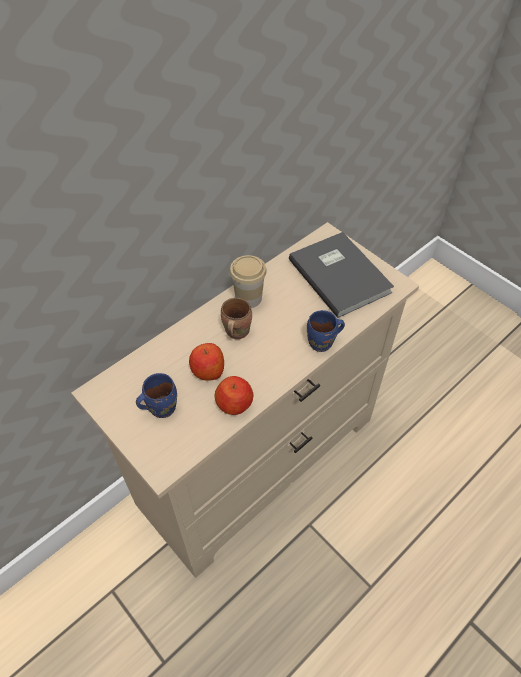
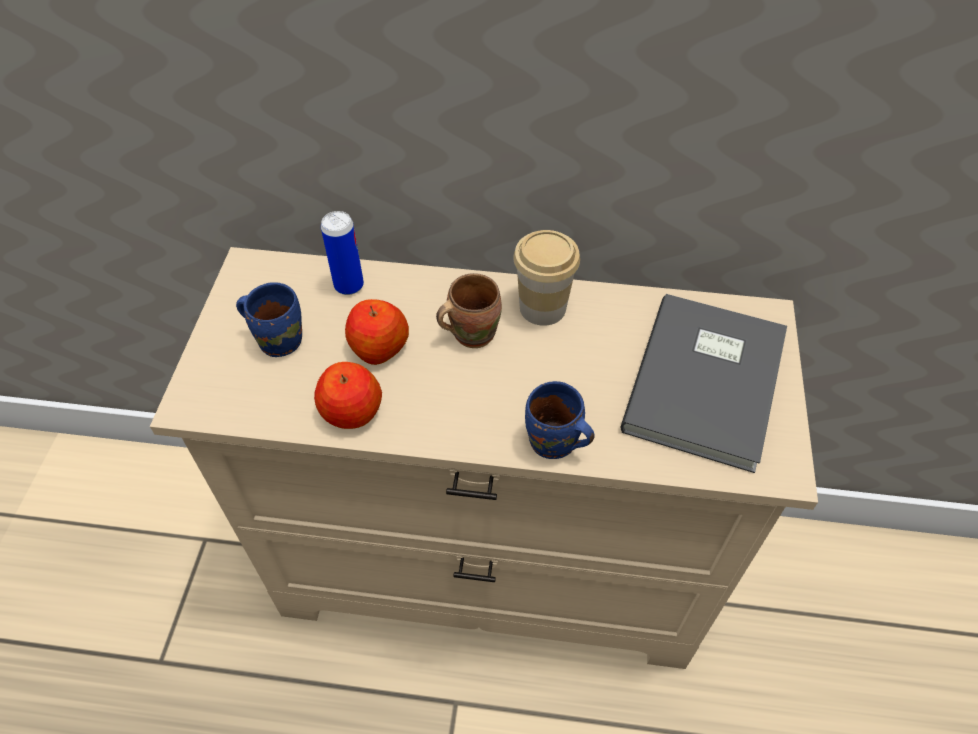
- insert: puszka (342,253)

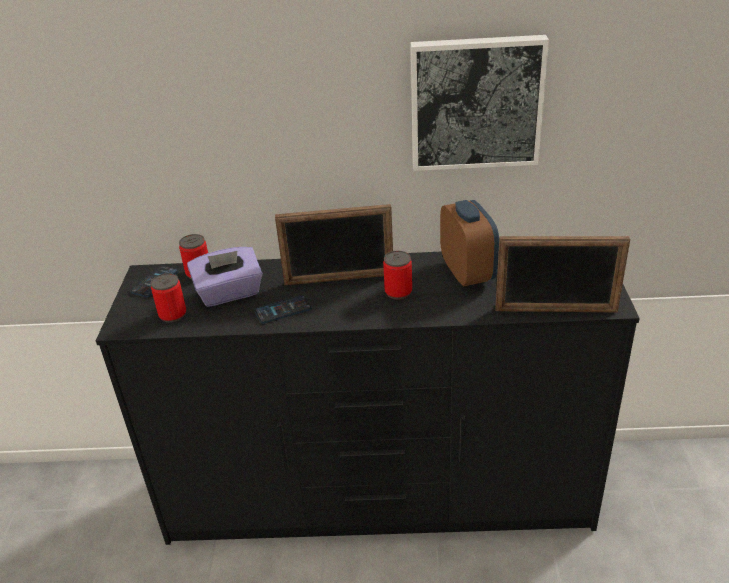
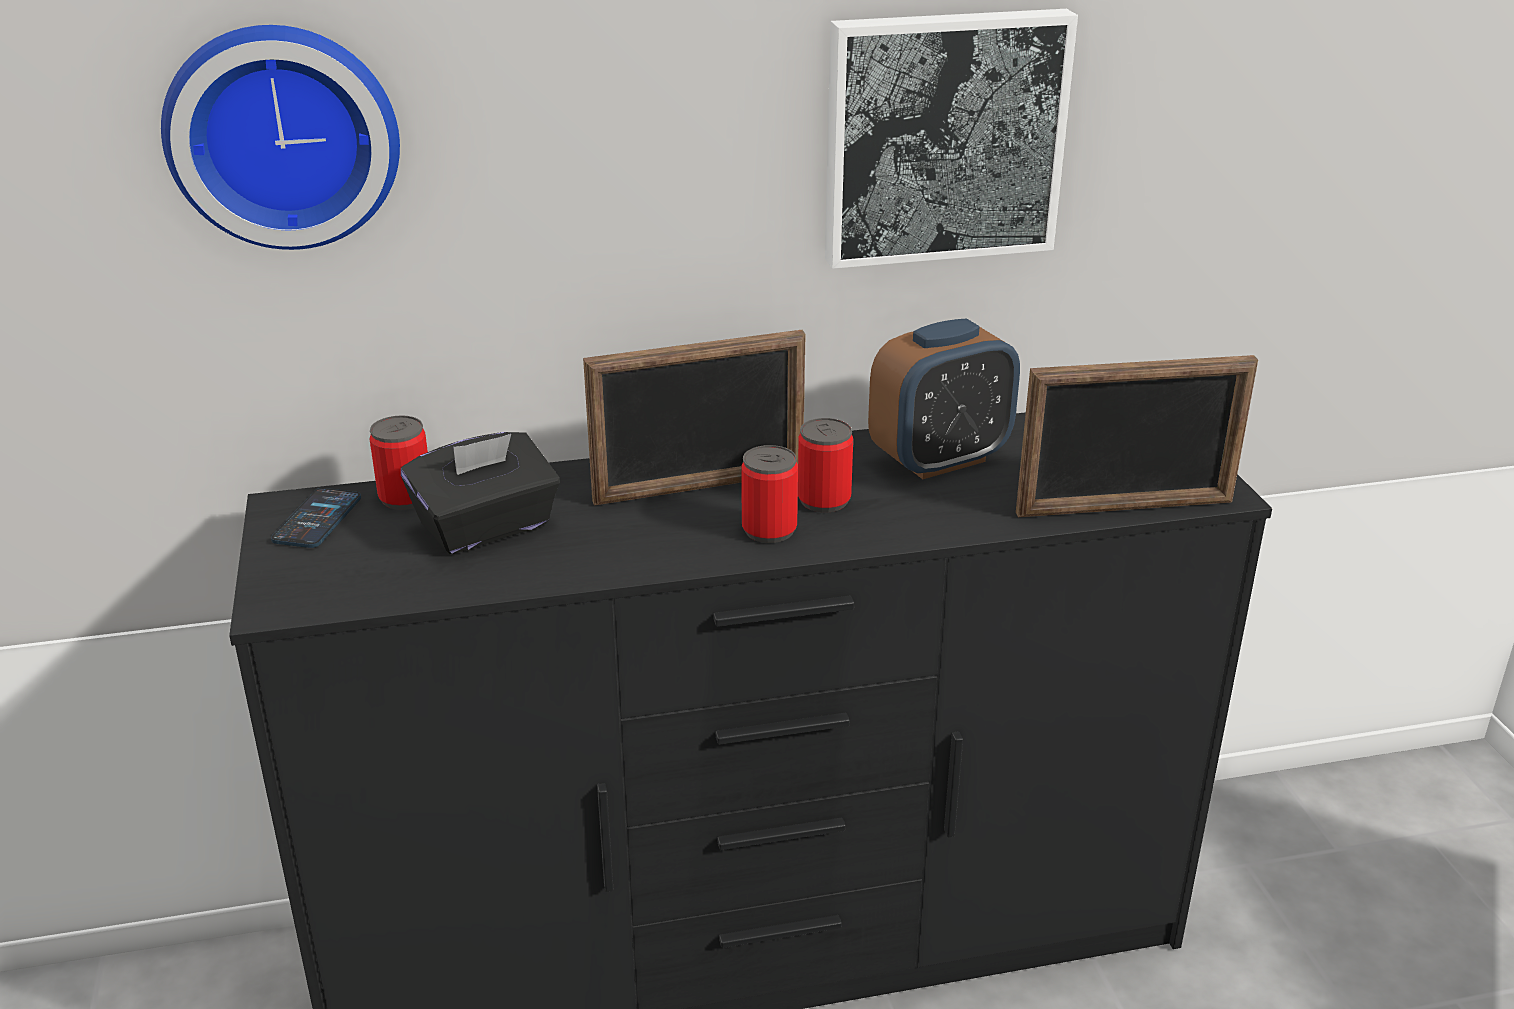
- rotate: budzik (469,243) = (944,398) 90 degrees clockwise
- recolor: pudełko chusteczek/fioletowy (225,277) to pudełko chusteczek/czarny (480,493)
- move: puszka (168,298) to (769,494)
- delete: telefon (283,309)
- insert: zegar ścienny (280,137)

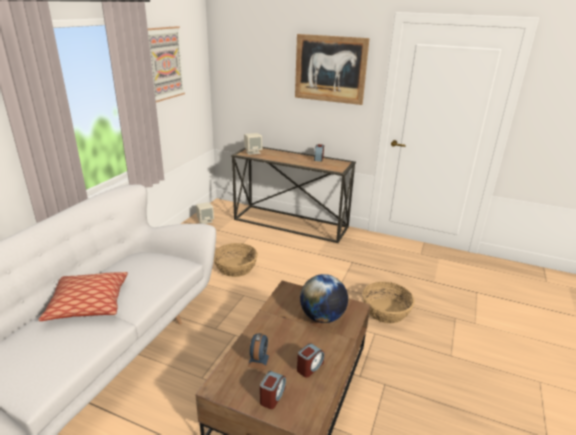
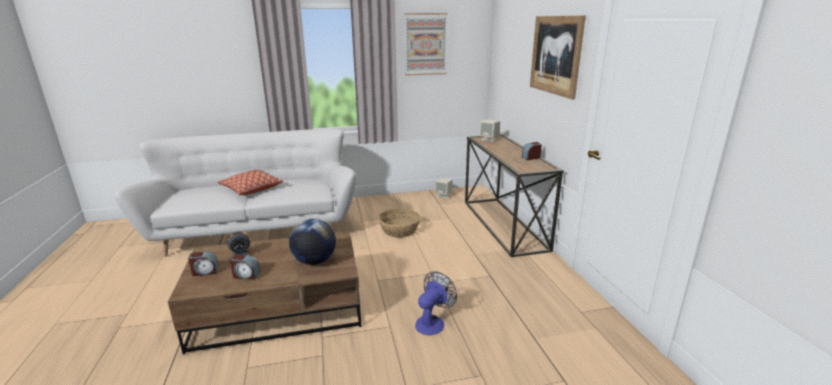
- replace: koszyk (388,303) to wentylator (436,303)

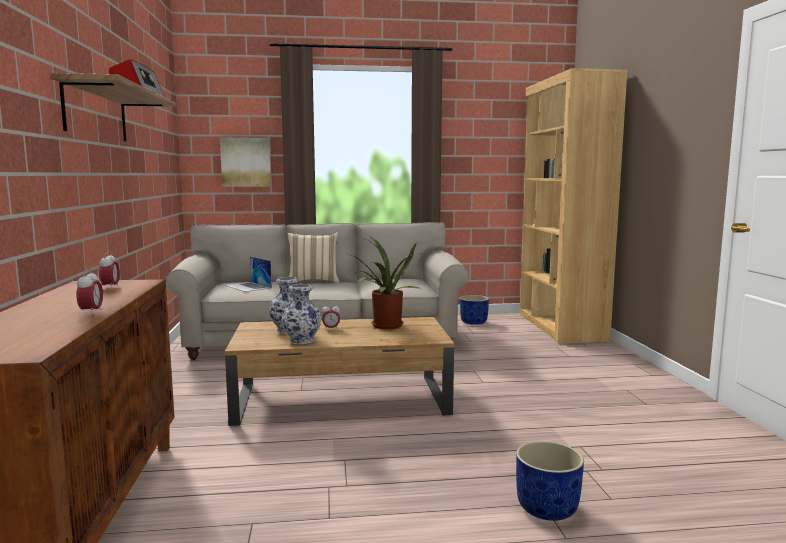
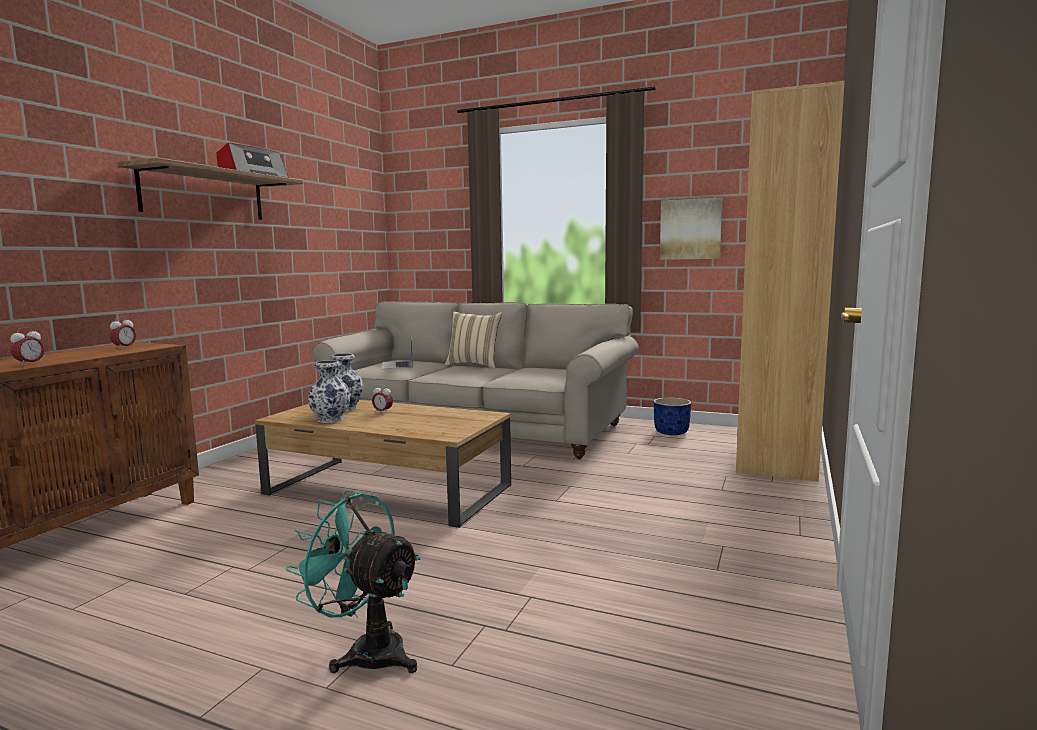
- move: obraz (245,162) to (691,228)
- delete: roślina doniczkowa (385,282)
- replace: donica/niebieski (550,481) to wentylator/turkusowy (353,581)

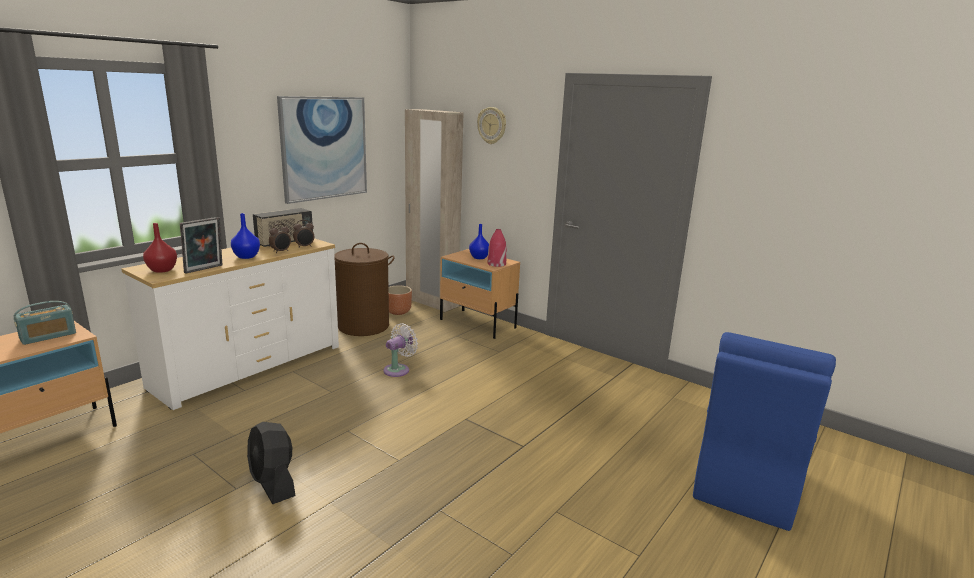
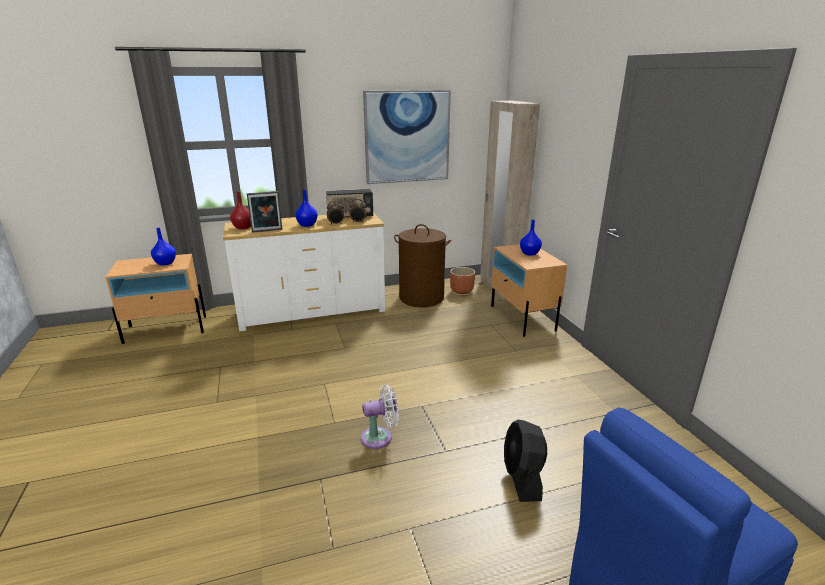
- delete: zegar ścienny (491,125)
- delete: wazon/czerwony (497,248)
- replace: radio (45,323) to wazon/niebieski (163,246)
- move: wentylator/biały (401,350) to (380,416)
- move: wentylator/czarny (271,463) to (525,461)

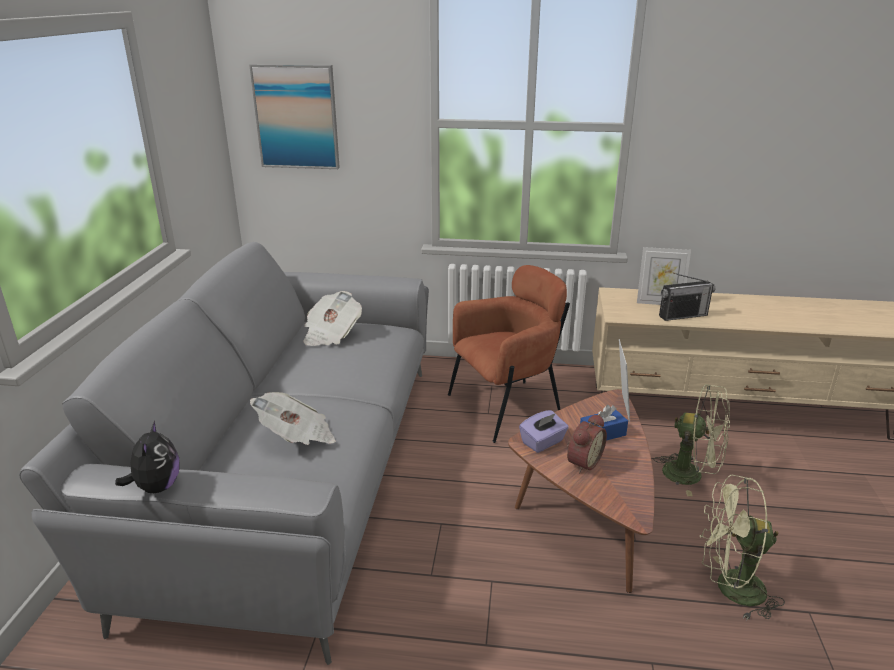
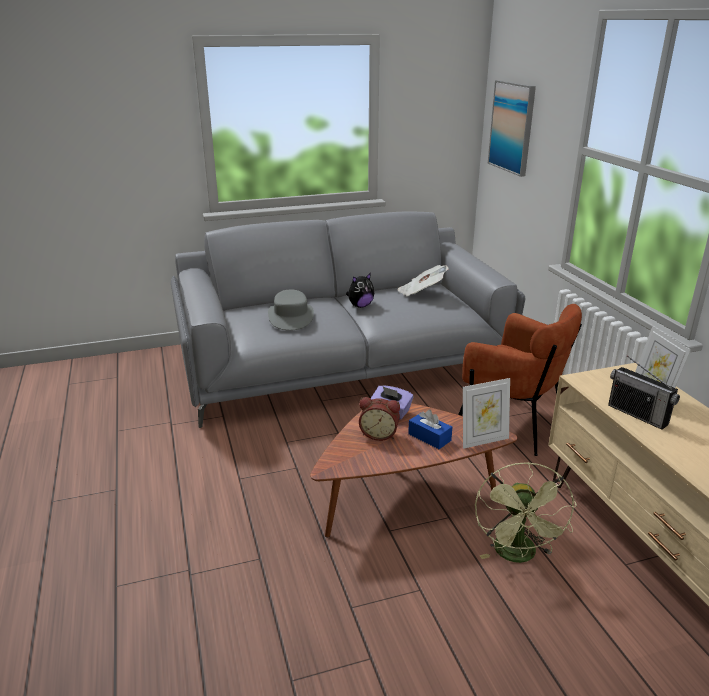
- replace: gazeta (293,418) to kapelusz/szary (291,310)
- move: pluszak (147,457) to (360,290)
- delete: wentylator/zielony (742,548)

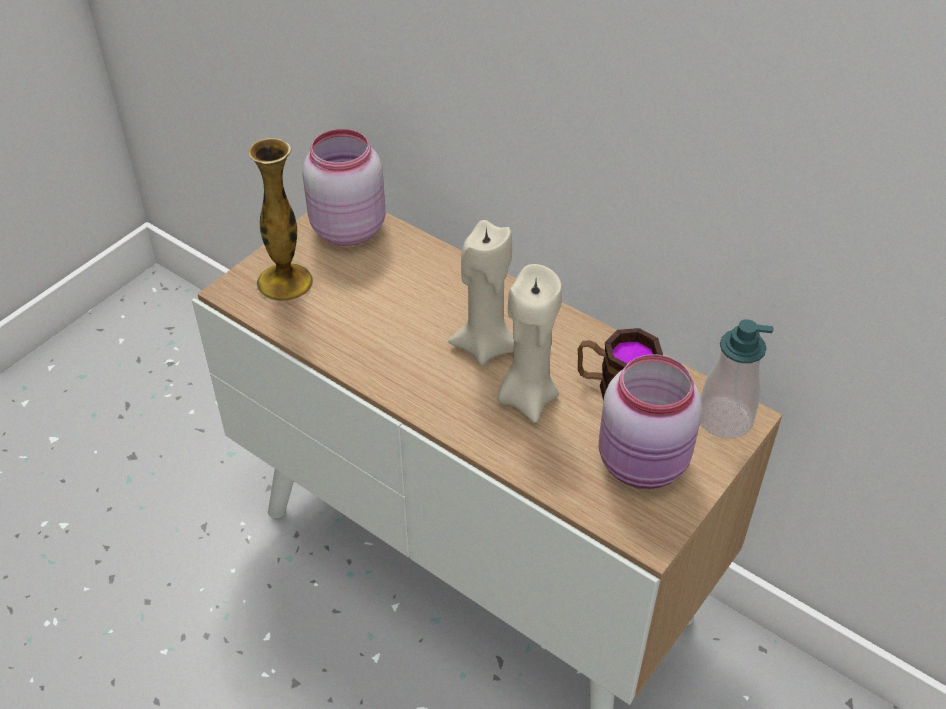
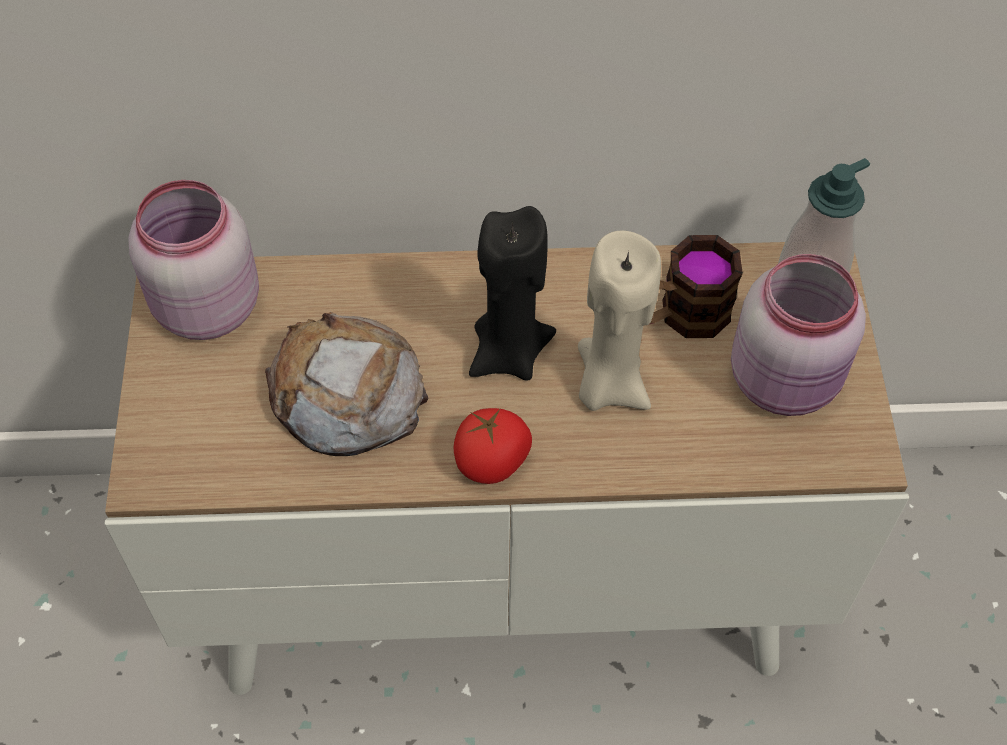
- delete: wazon (281,219)
- recolor: świeca/beżowy (481,293) to świeca/czarny (512,293)
- insert: chleb (346,384)
- insert: pomidor (492,446)

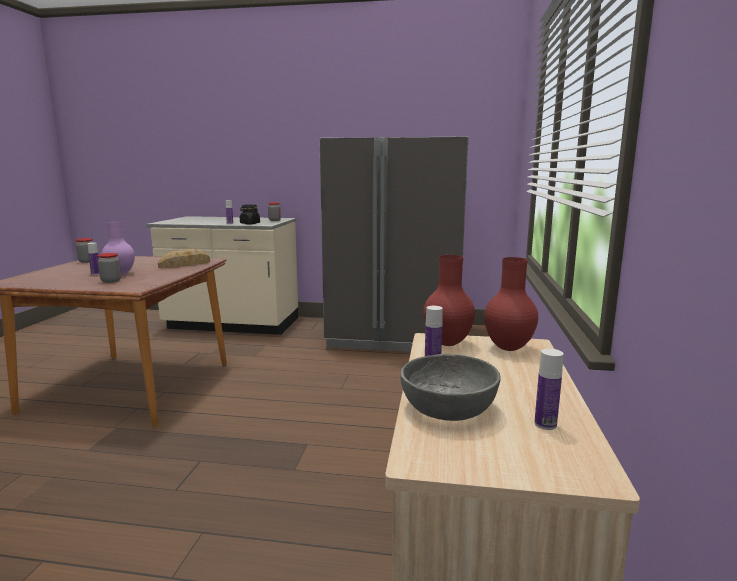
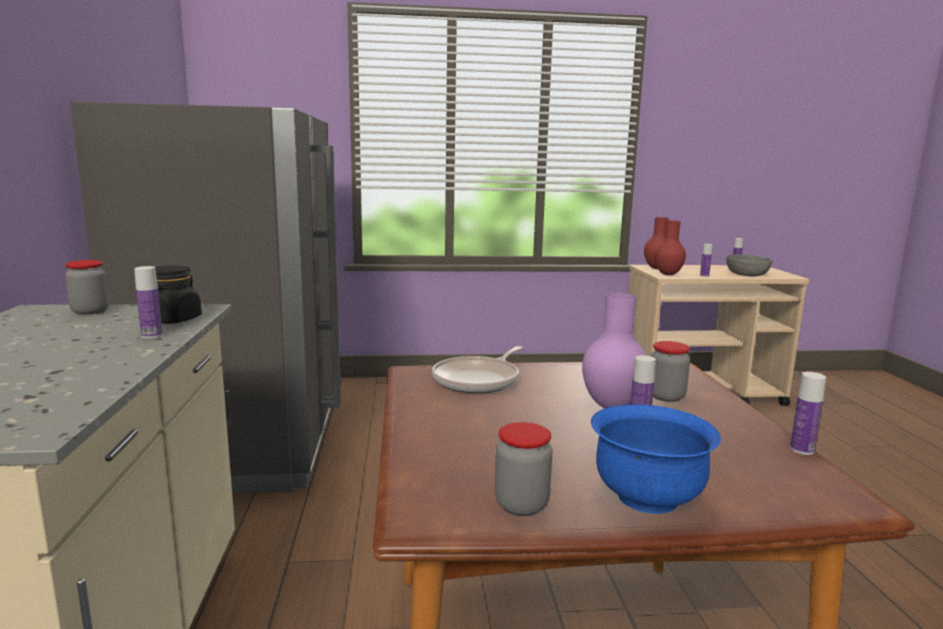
- replace: chleb (184,258) to patelnia (477,369)
- insert: butelka (808,413)
- insert: miska/niebieski (656,459)

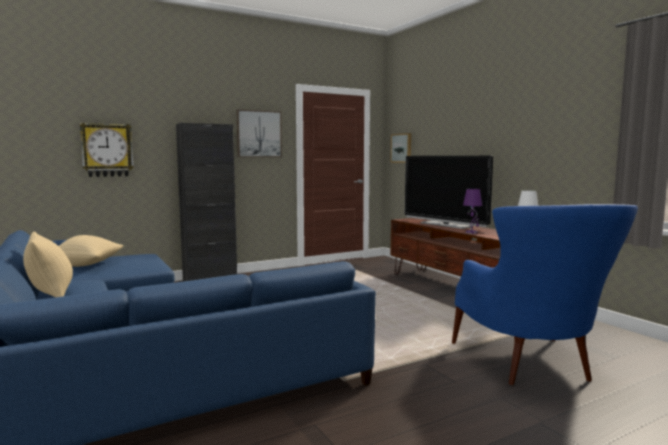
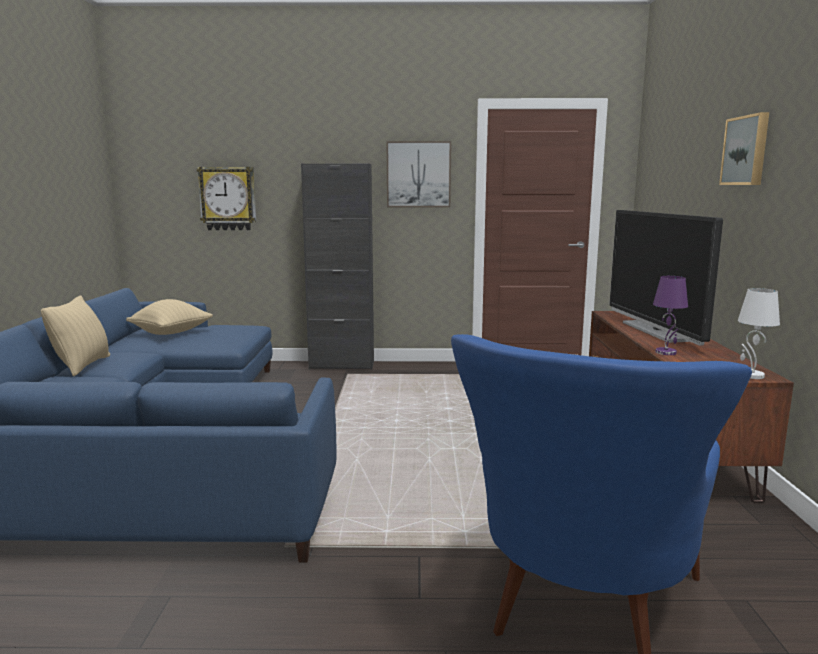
- move: obraz (400,148) to (744,148)

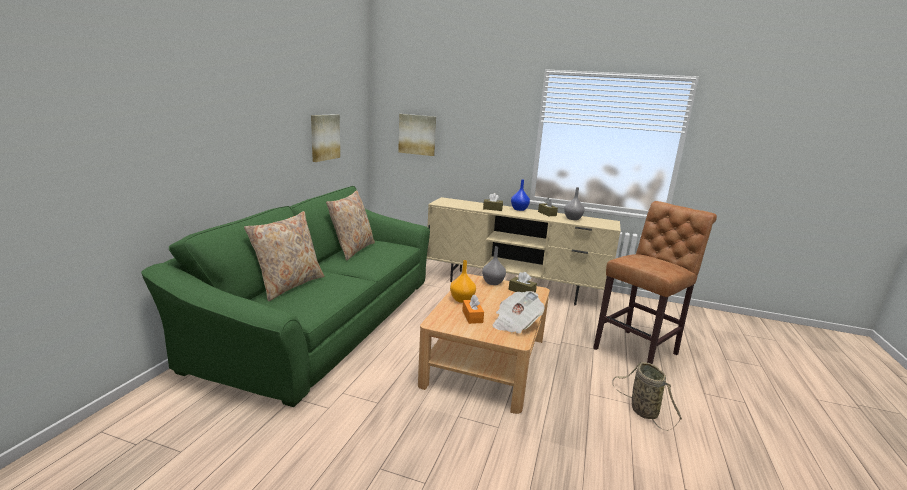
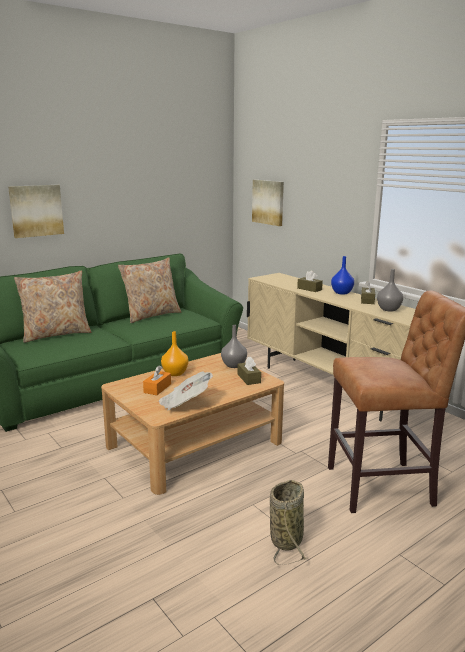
- move: obraz (325,138) to (36,211)

